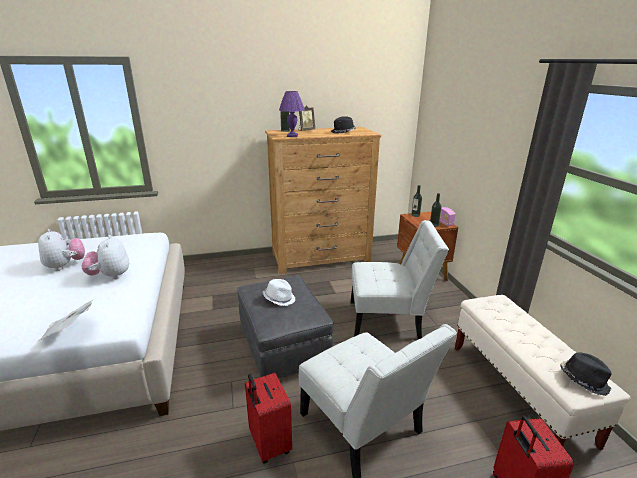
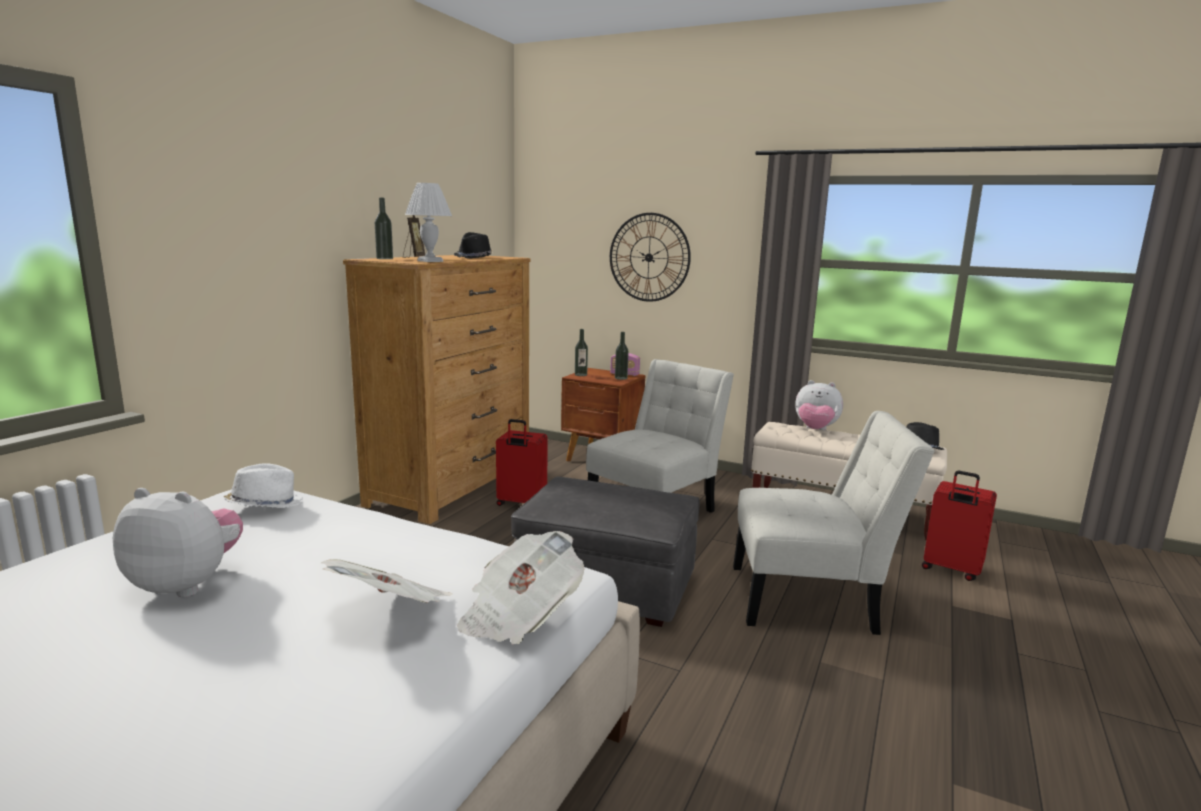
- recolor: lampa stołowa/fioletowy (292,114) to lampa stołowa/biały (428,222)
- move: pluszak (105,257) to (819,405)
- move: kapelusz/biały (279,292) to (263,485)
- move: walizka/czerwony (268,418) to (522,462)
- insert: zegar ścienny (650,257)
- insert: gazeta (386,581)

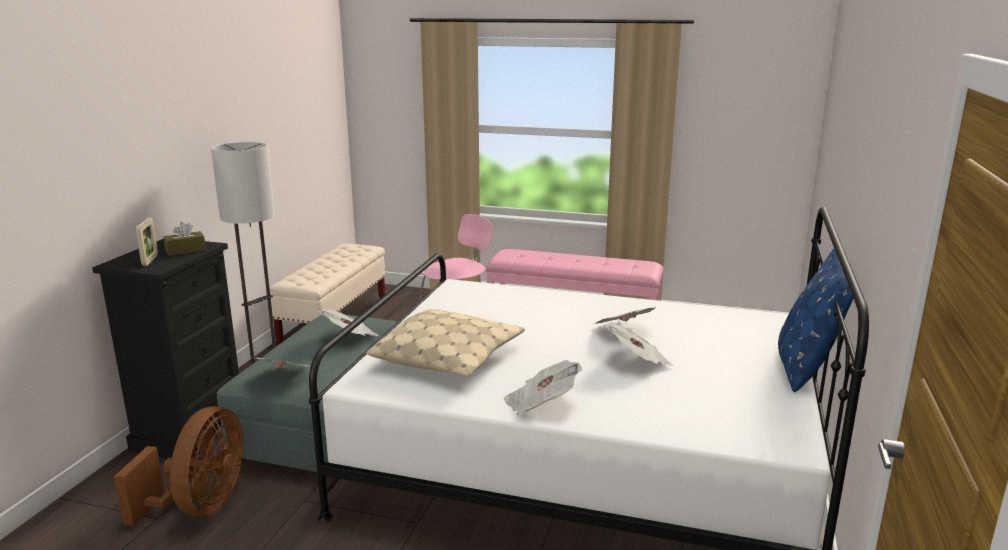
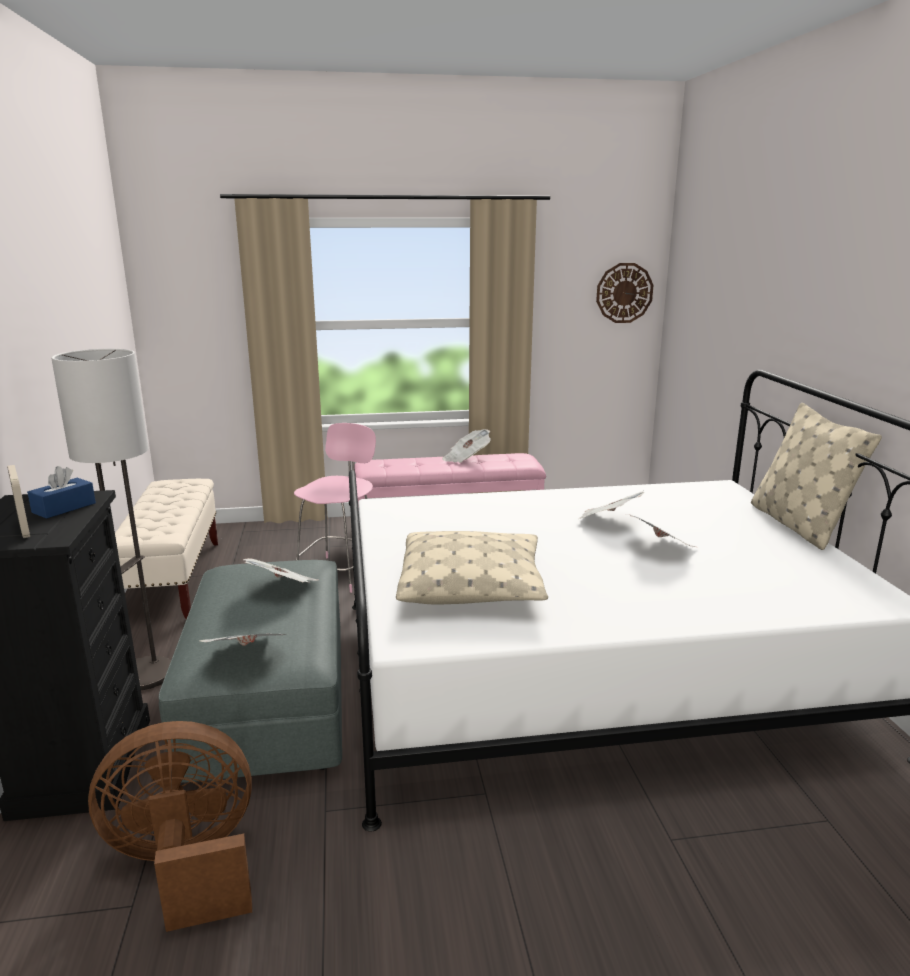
- recolor: pudełko chusteczek/brązowy (185,239) to pudełko chusteczek/niebieski (61,492)
- recolor: poduszka/niebieski (815,320) to poduszka/beżowy (816,476)
- move: gazeta (543,387) to (466,446)
- rotate: wentylator/brązowy (178,466) = (170,826) 90 degrees counterclockwise
- insert: zegar ścienny (624,293)

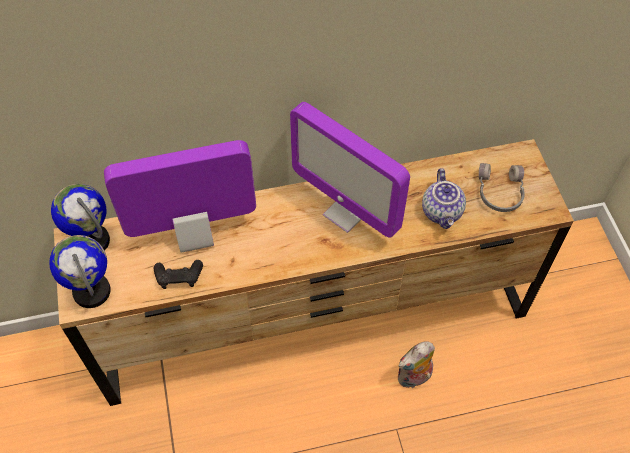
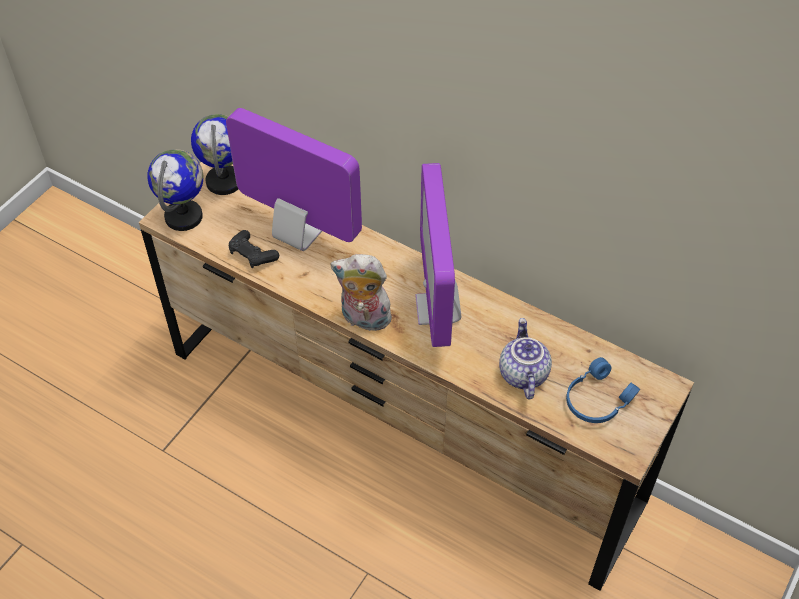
- recolor: słuchawki/szary (502,187) to słuchawki/niebieski (603,390)
- rotate: imbryk (444,198) = (525,359) 135 degrees clockwise
- move: pluszak (416,364) to (362,292)

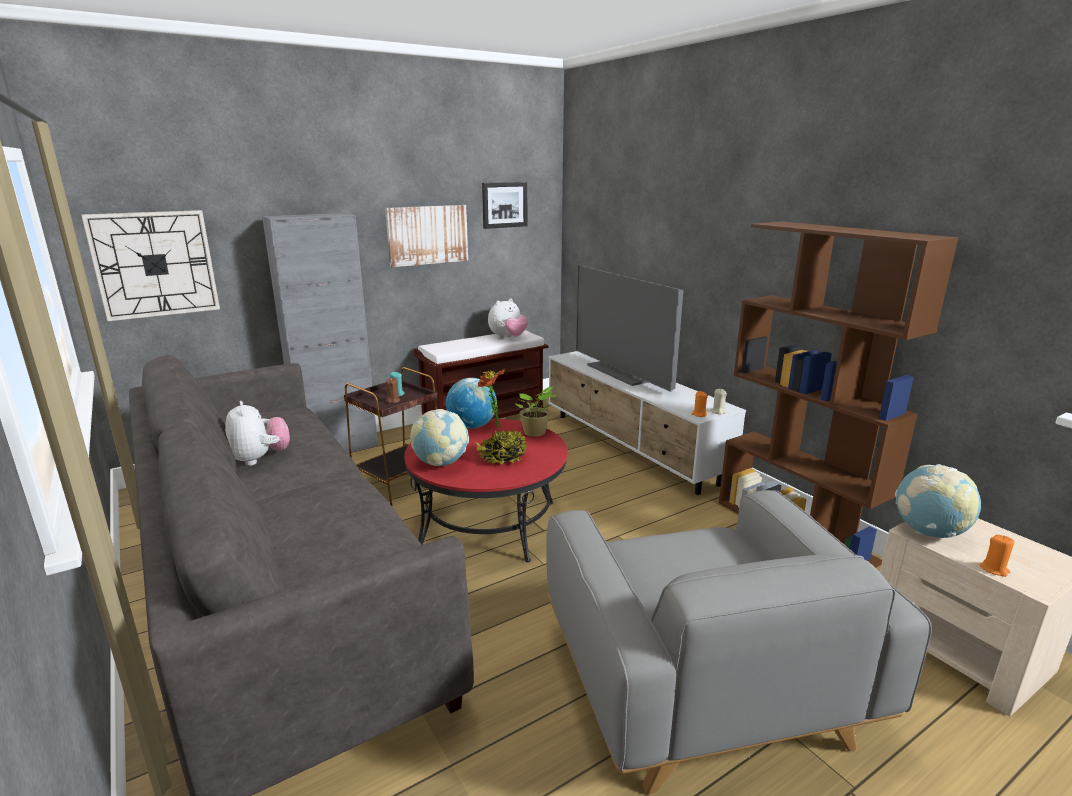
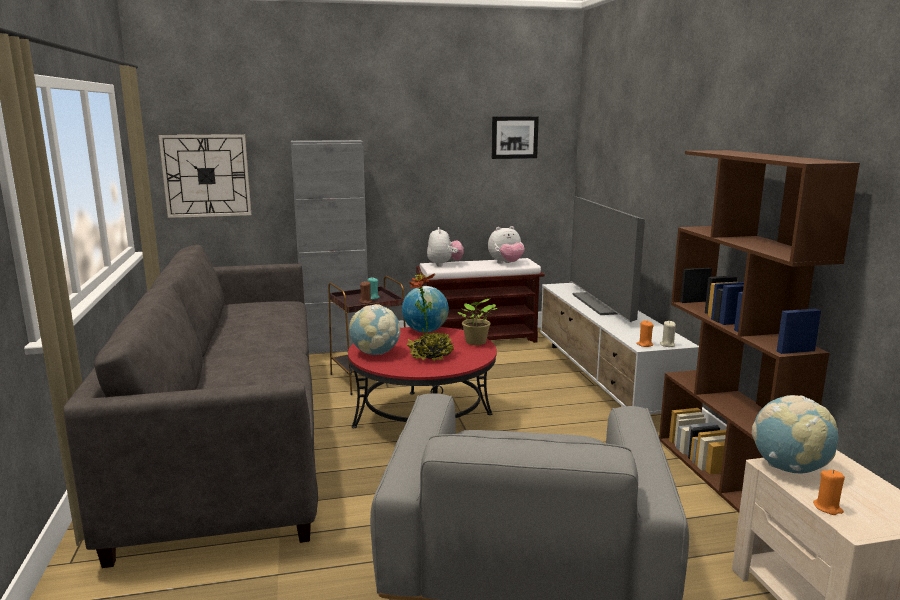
- delete: obraz (426,236)
- move: pluszak (257,433) to (445,246)

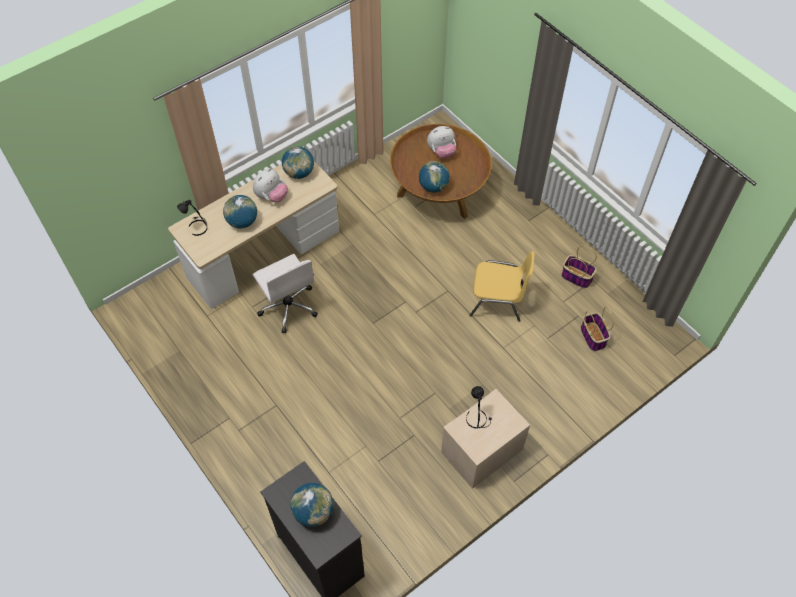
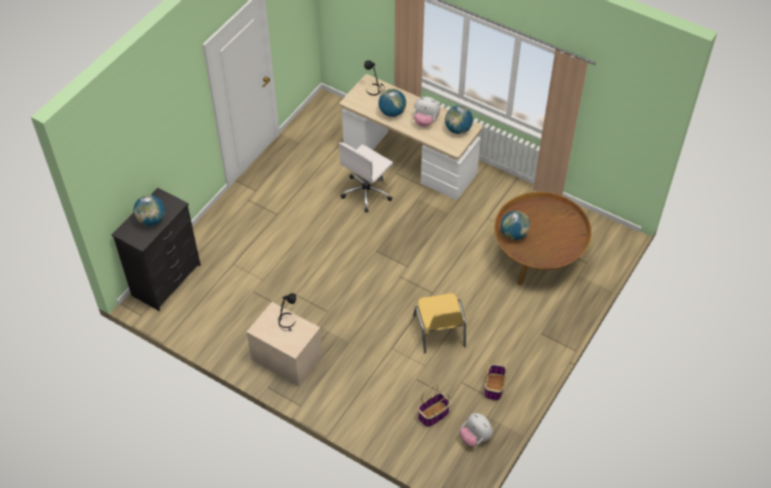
- move: pluszak (441,142) to (476,429)

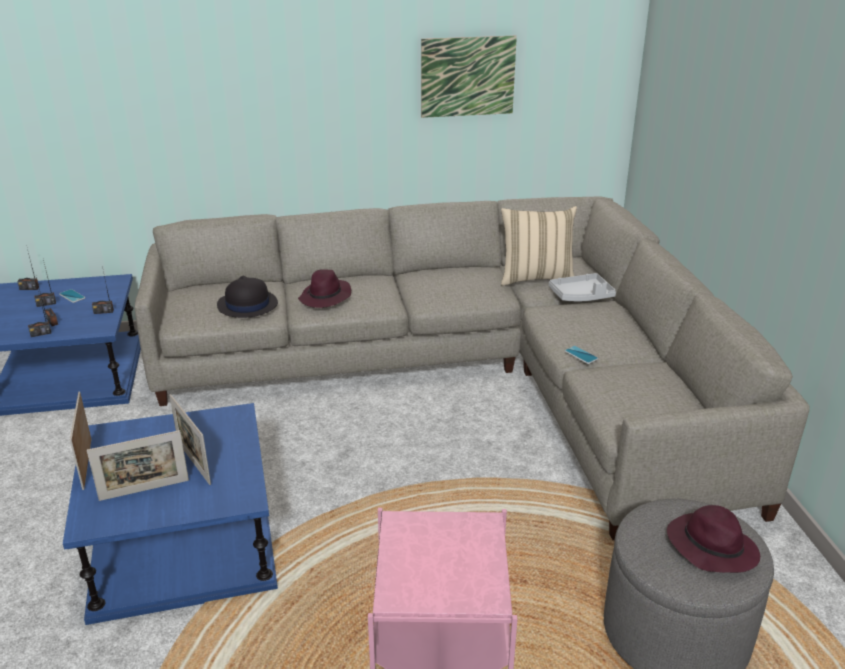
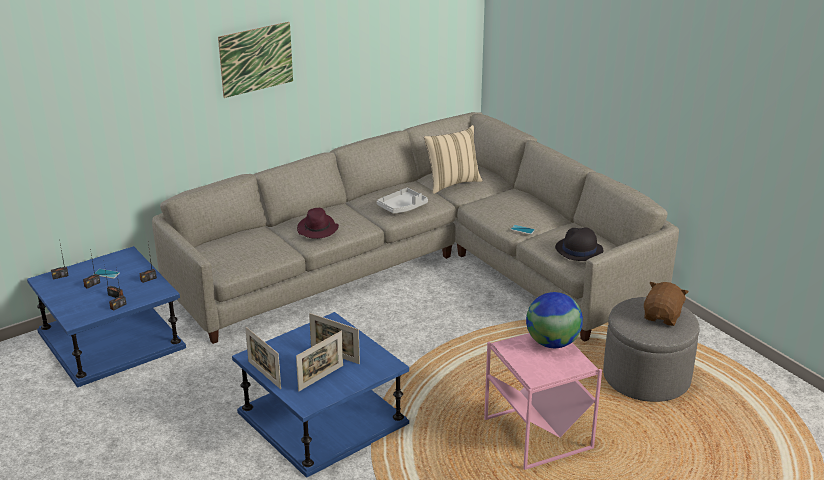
- move: obraz (469,77) to (255,60)
- move: taca/szary (582,287) to (402,200)
- move: kapelusz/czarny (247,297) to (579,244)
- replace: kapelusz/fioletowy (713,539) to pluszak/brązowy (666,304)
- insert: globus (554,320)

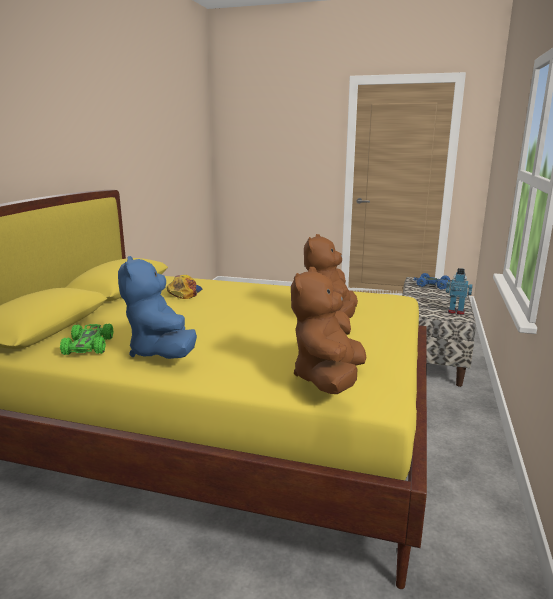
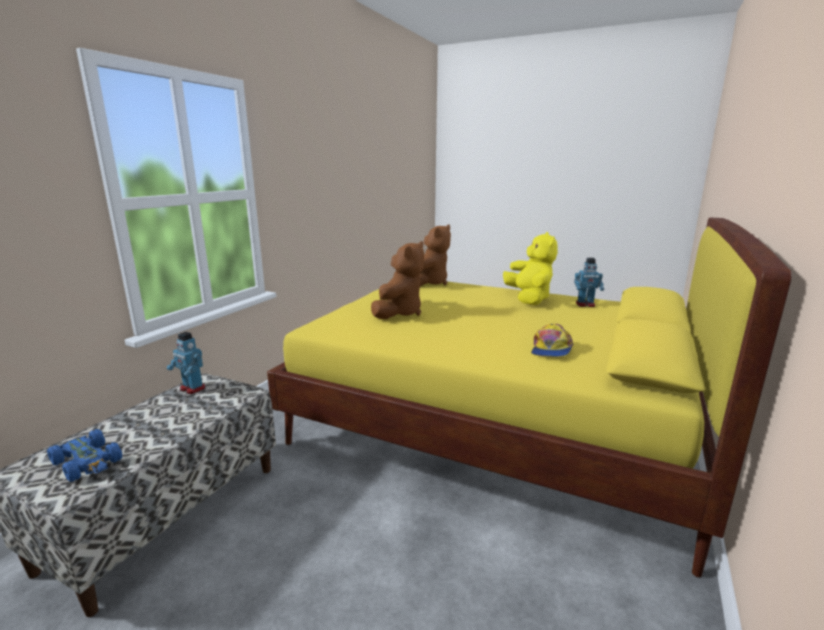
- recolor: pluszak/niebieski (157,307) to pluszak/żółty (530,268)
- replace: samochodzik/zielony (86,339) to robot zabawkowy (589,282)

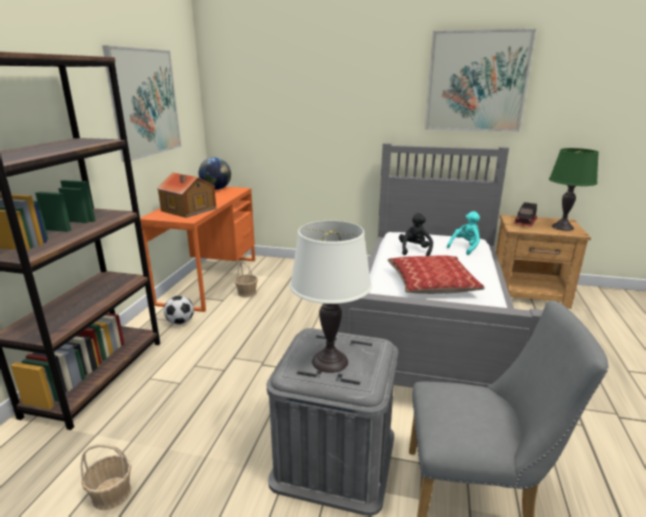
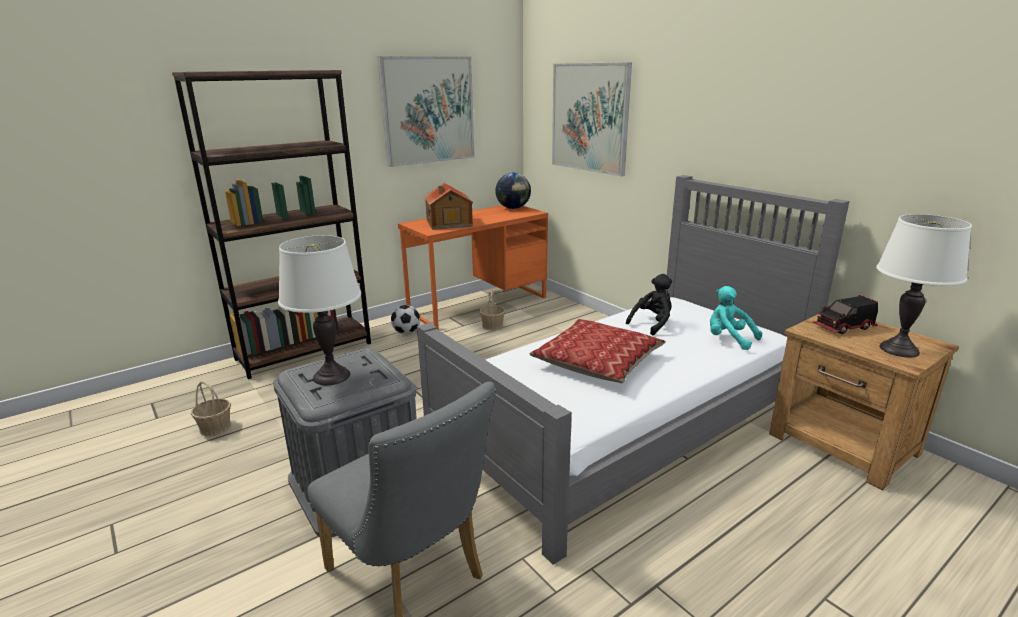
- move: obraz (480,80) to (592,119)
- recolor: lampa stołowa/zielony (574,189) to lampa stołowa/biały (924,285)
- rotate: pluszak/turkusowy (463,233) = (736,318) 135 degrees counterclockwise

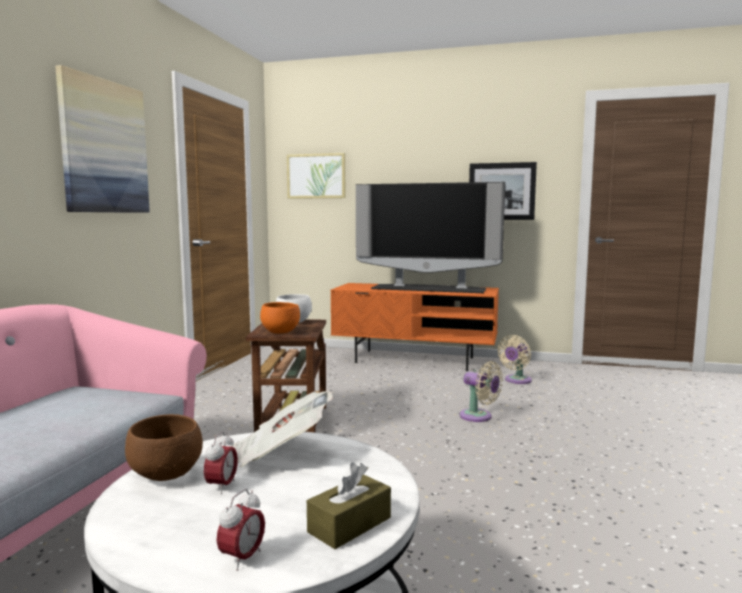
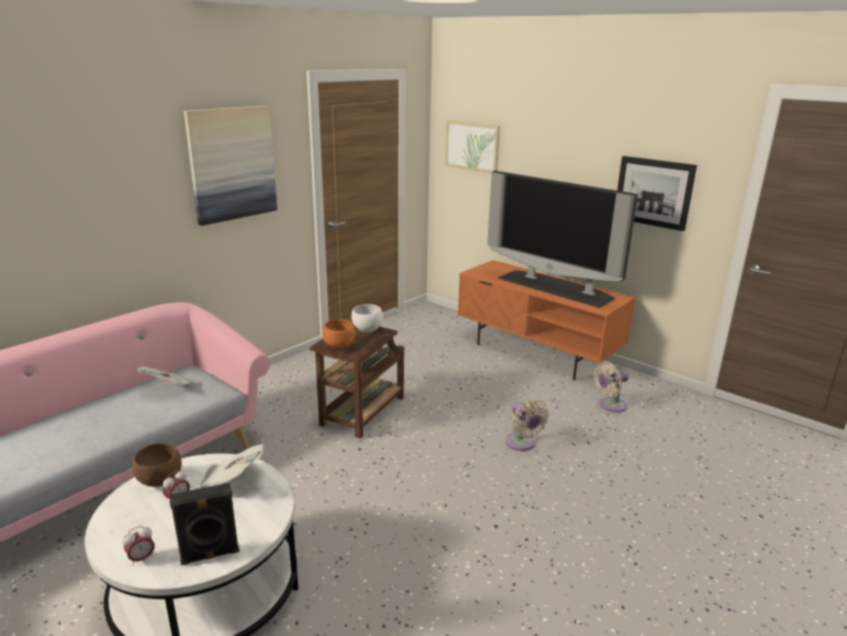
- replace: pudełko chusteczek/brązowy (349,506) to głośnik/czarny (204,524)
- insert: gazeta (168,376)

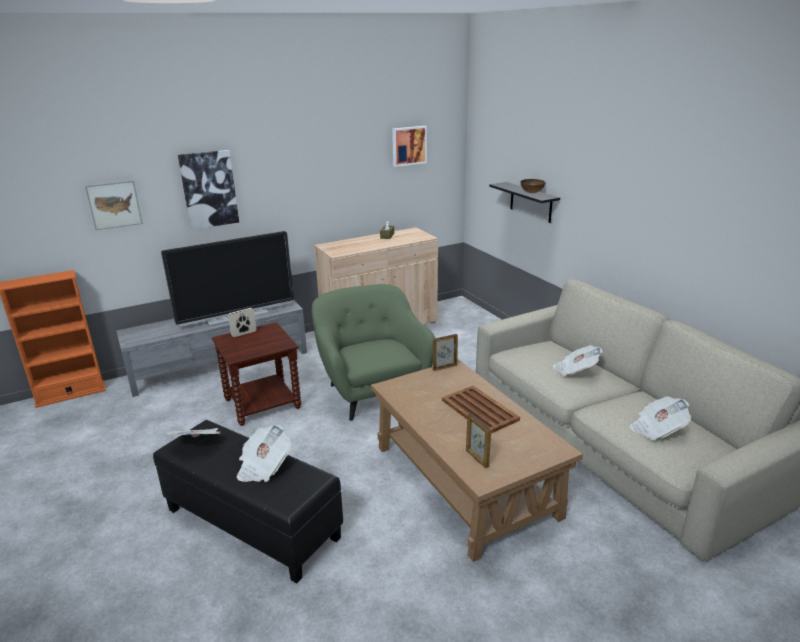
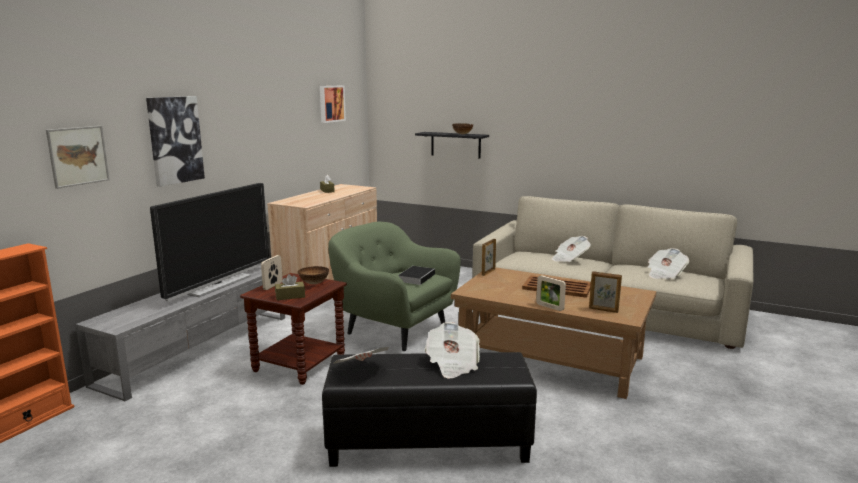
- insert: miska (313,275)
- insert: książka (417,275)
- insert: pudełko chusteczek/brązowy (290,287)
- insert: ramka na zdjęcie (551,293)

